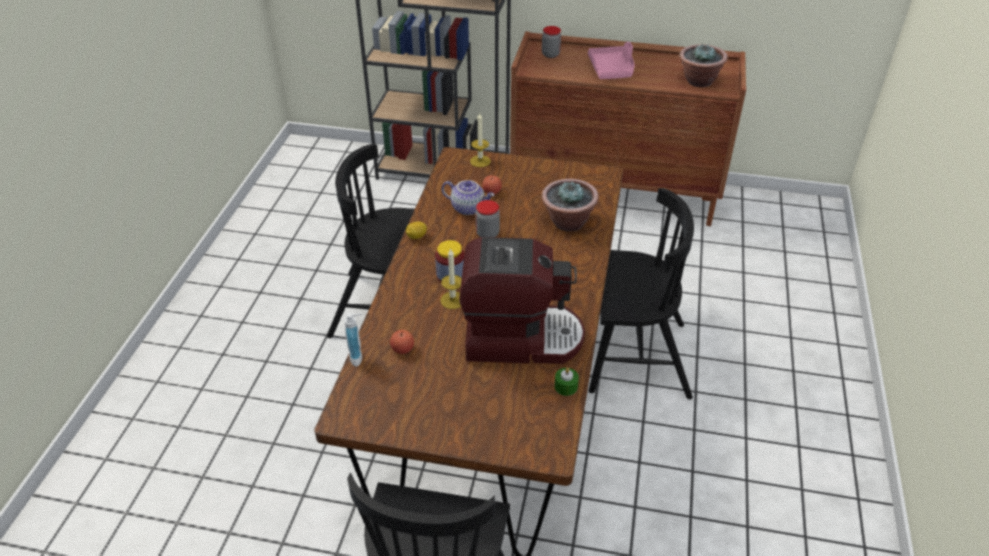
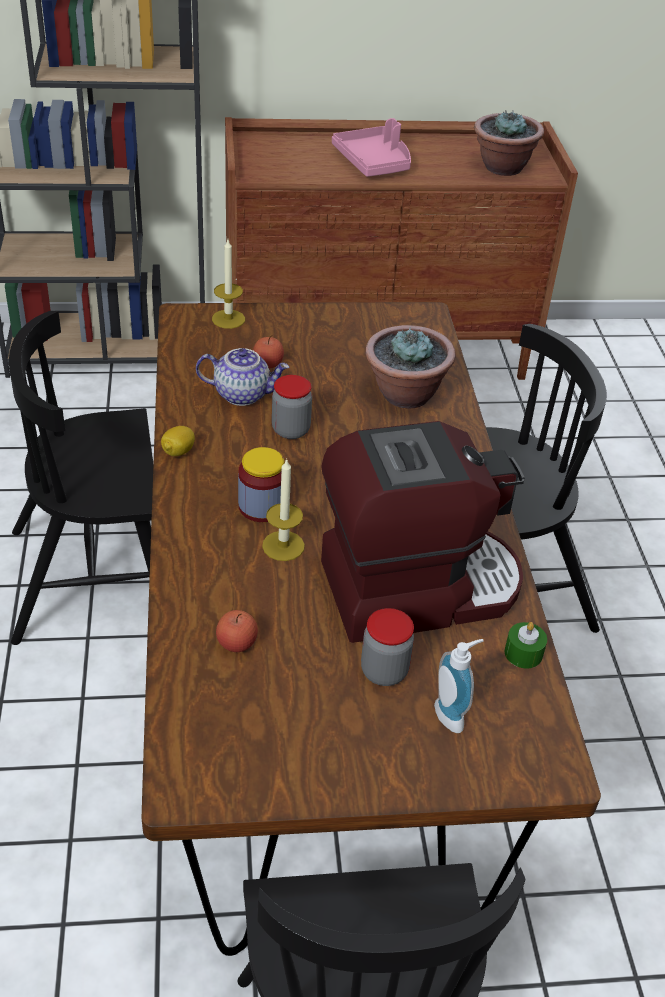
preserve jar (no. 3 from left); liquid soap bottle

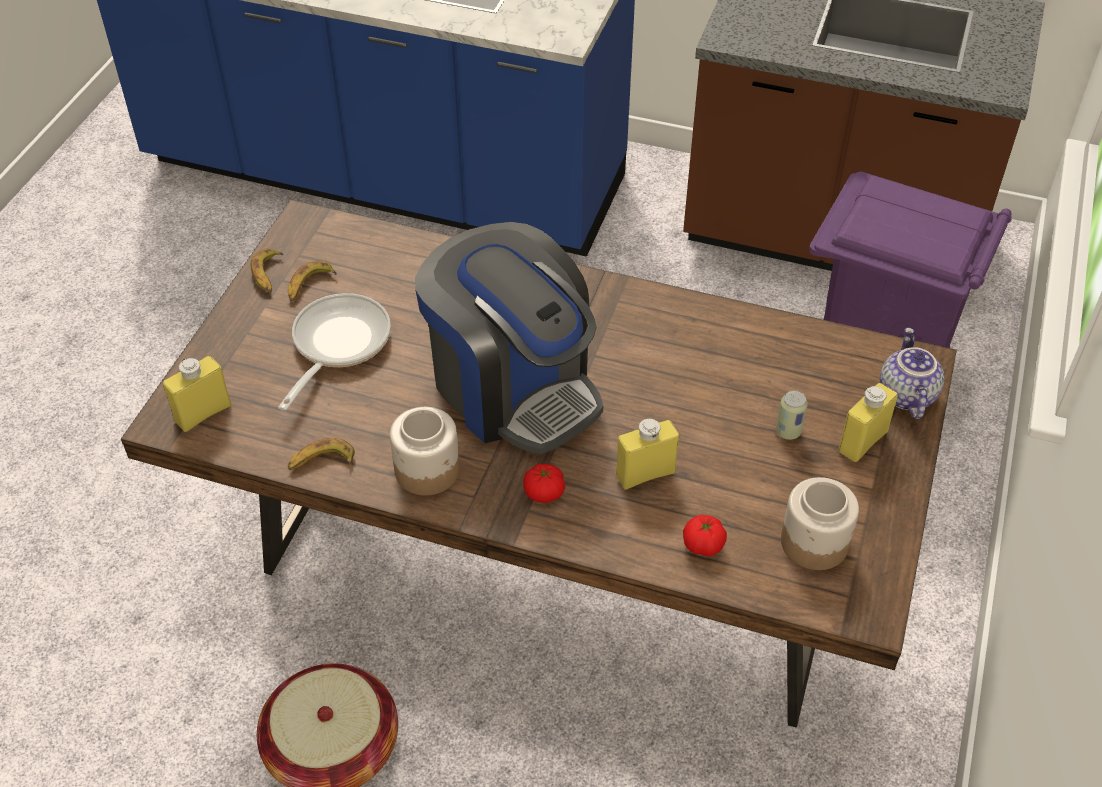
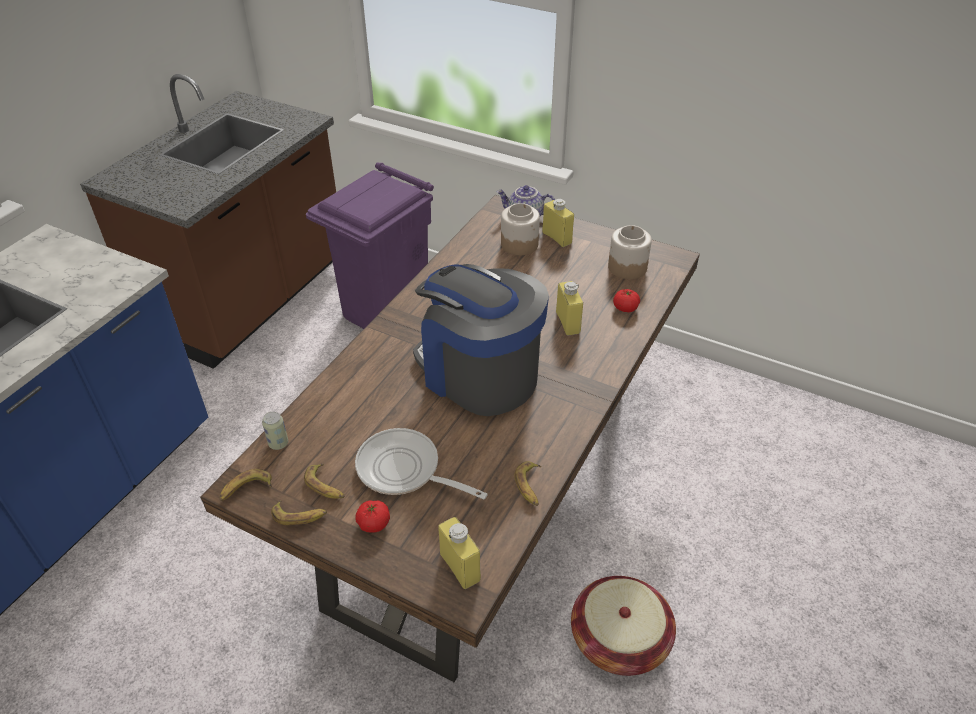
banana fruit (no. 1 from left); sealed can; tomato (no. 1 from left); coffee maker; preserve jar (no. 1 from left)

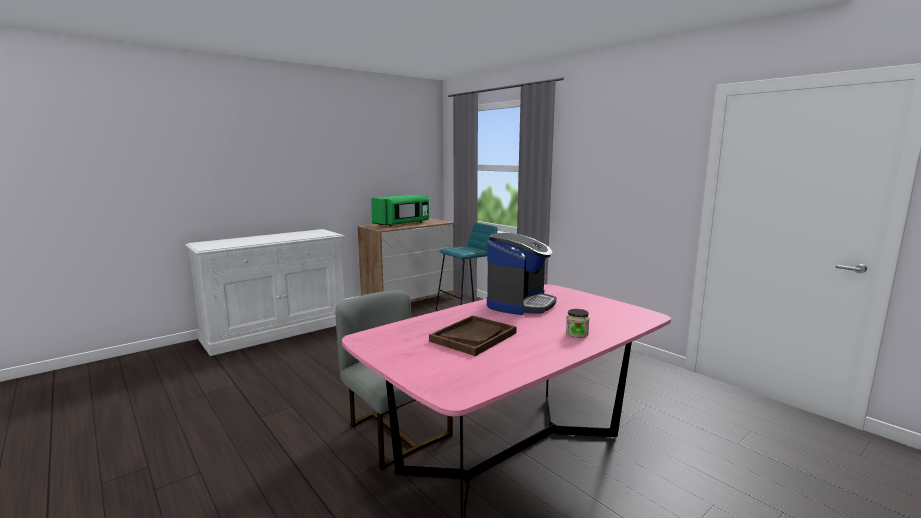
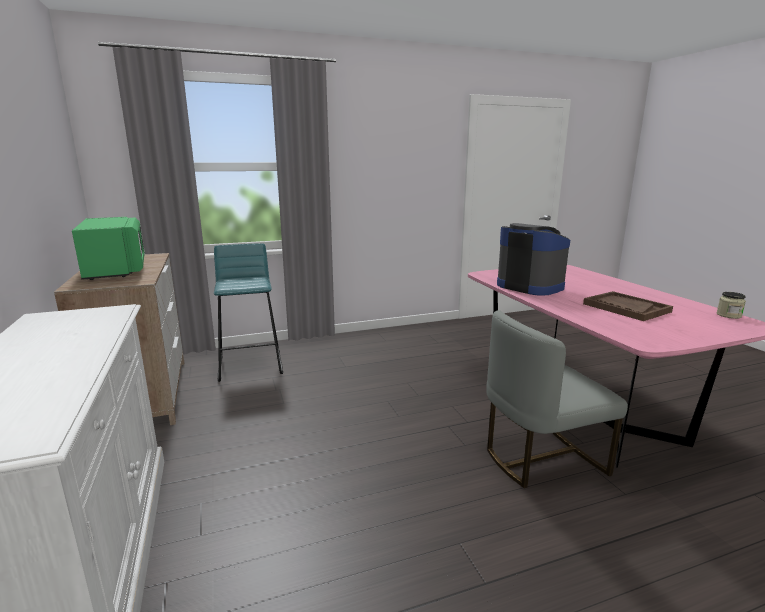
preserve jar

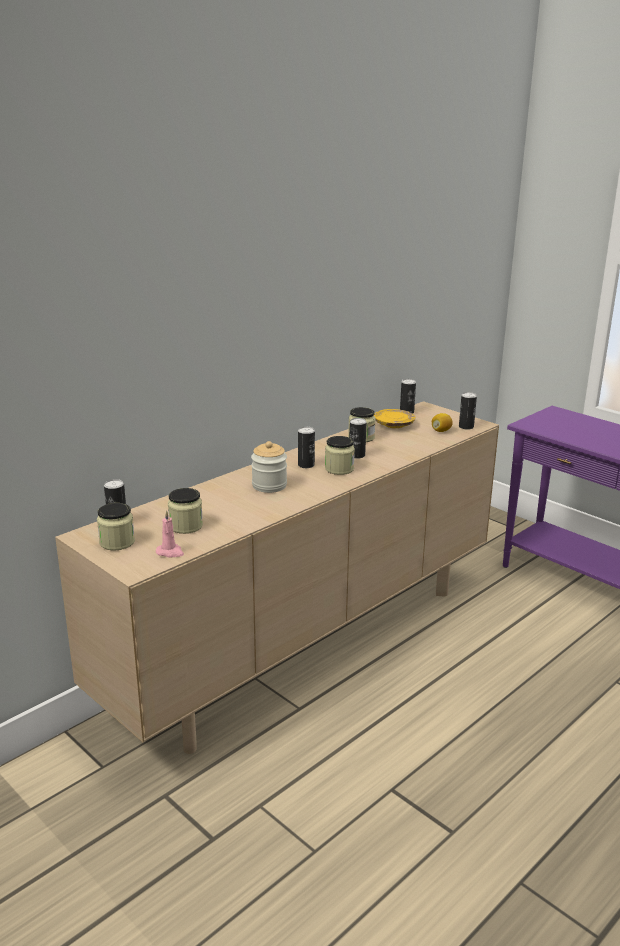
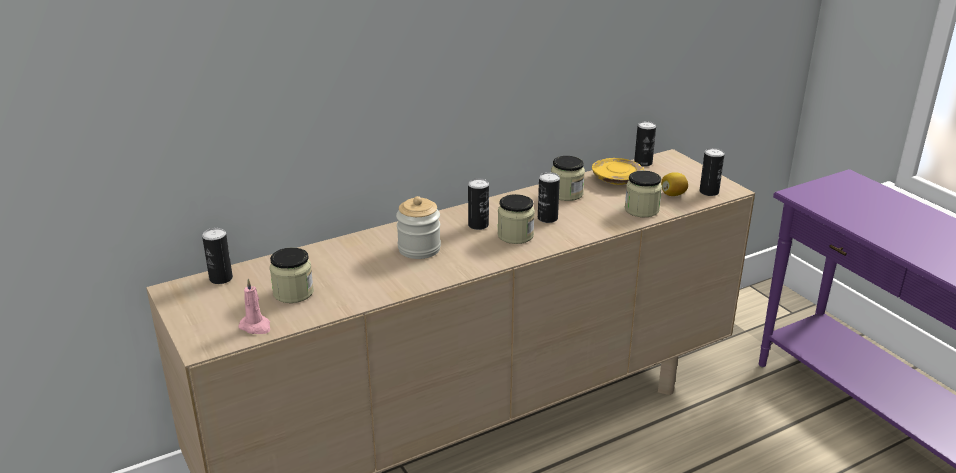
preserve jar (no. 5 from left)

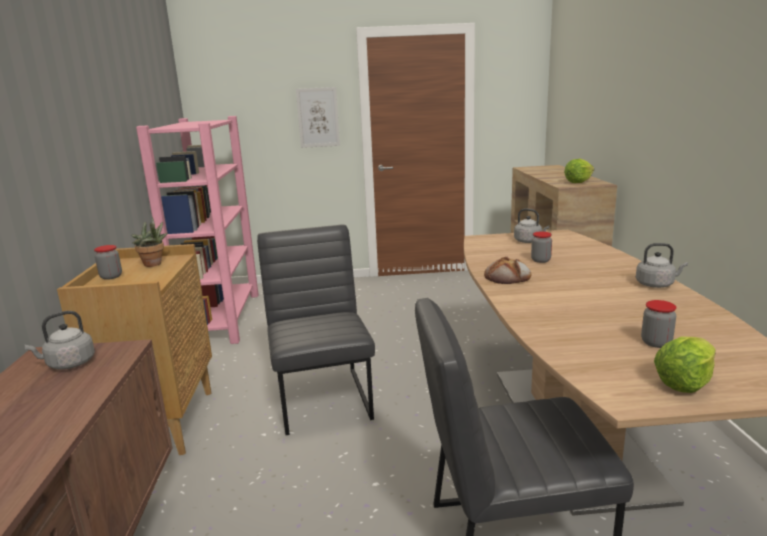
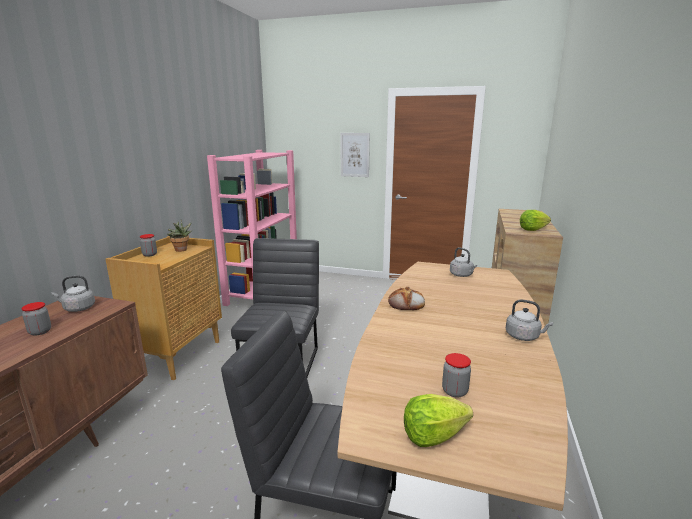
preserve jar (no. 1 from left)

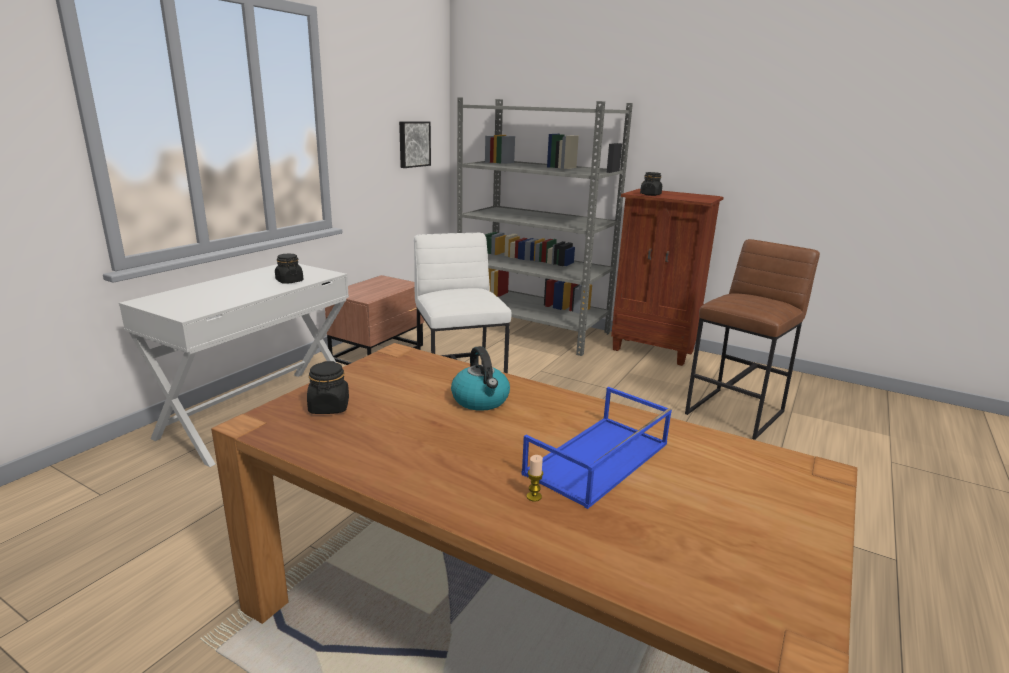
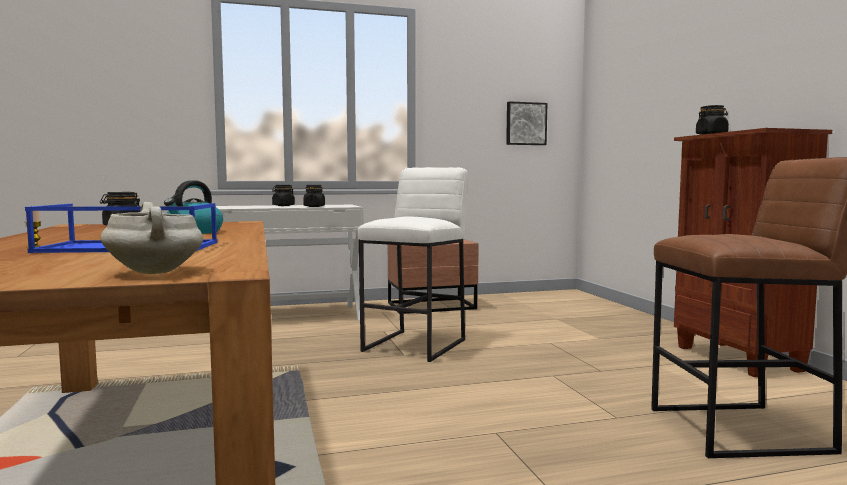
white-coloured cooking pot; blackish preserve jar (no. 2 from left); greyish shelving unit

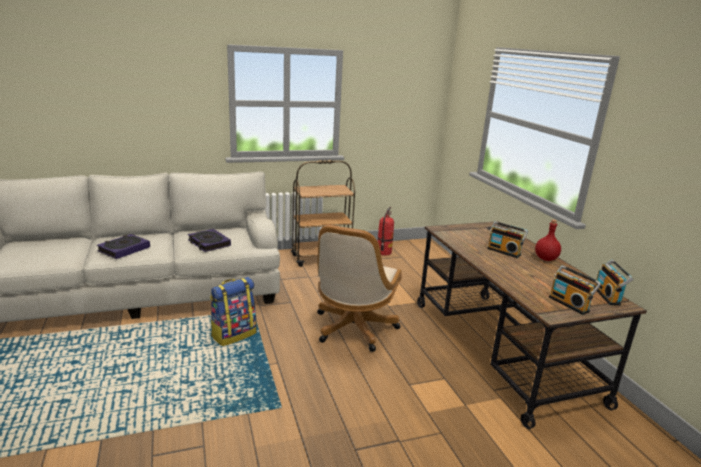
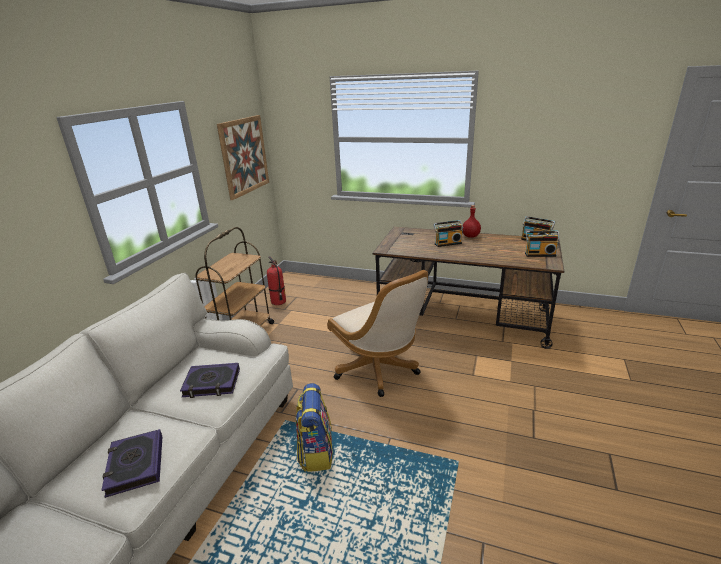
picture

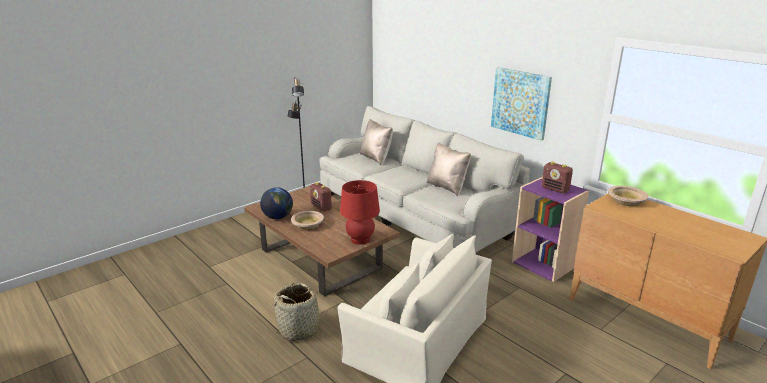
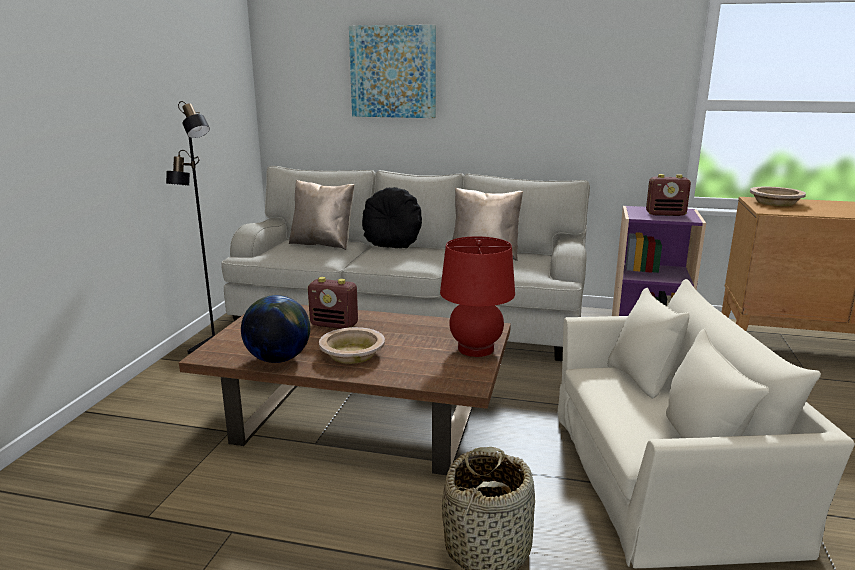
picture; blackish throw pillow

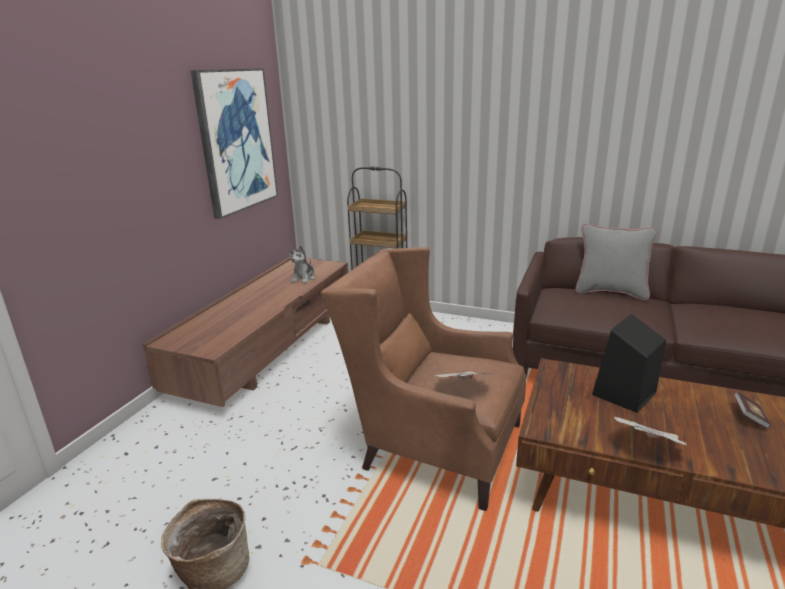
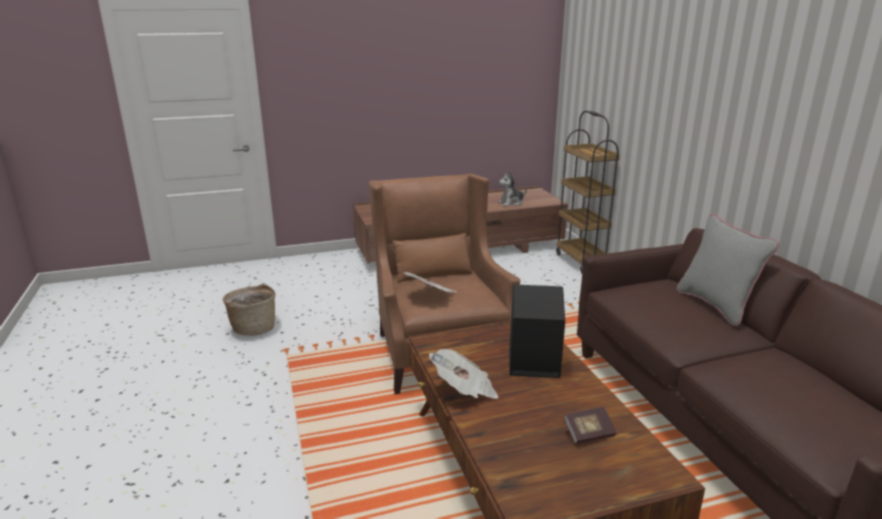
picture

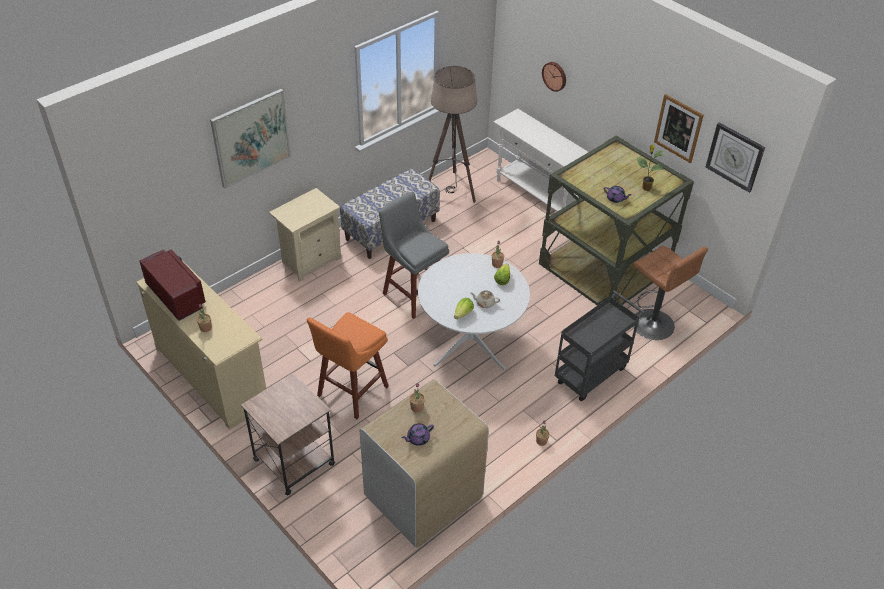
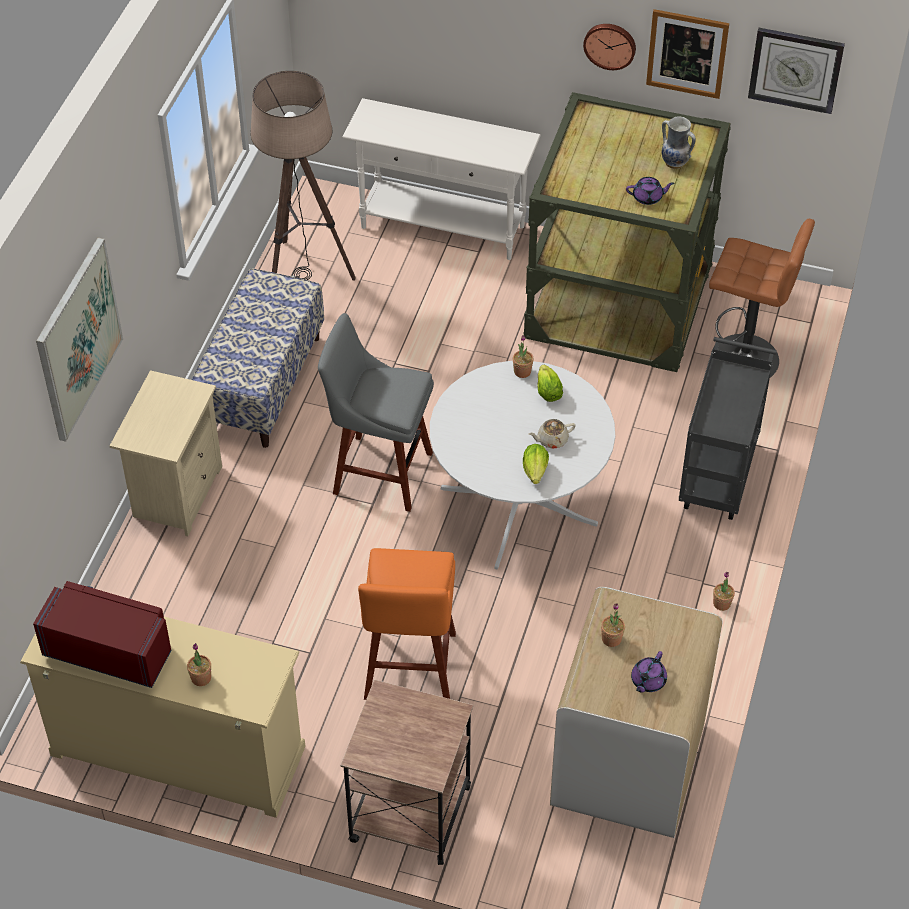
wall clock (no. 1 from left); flower vase

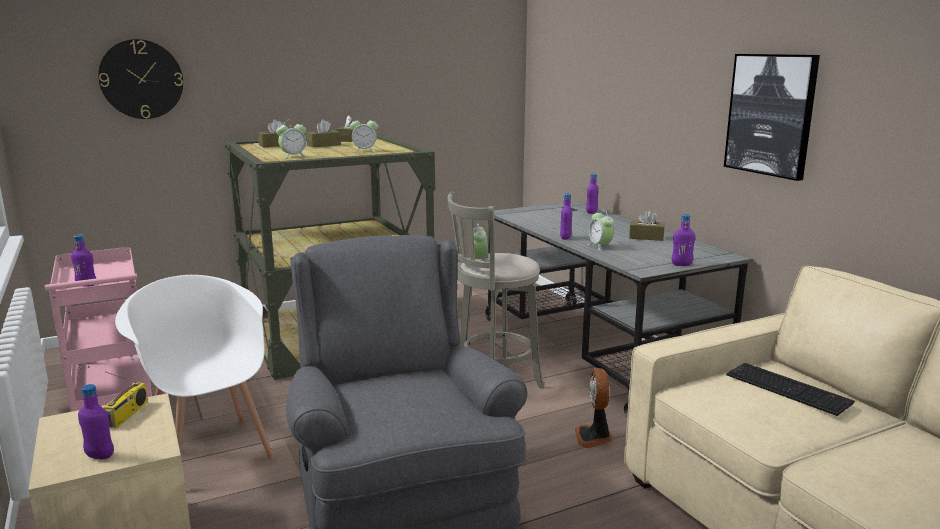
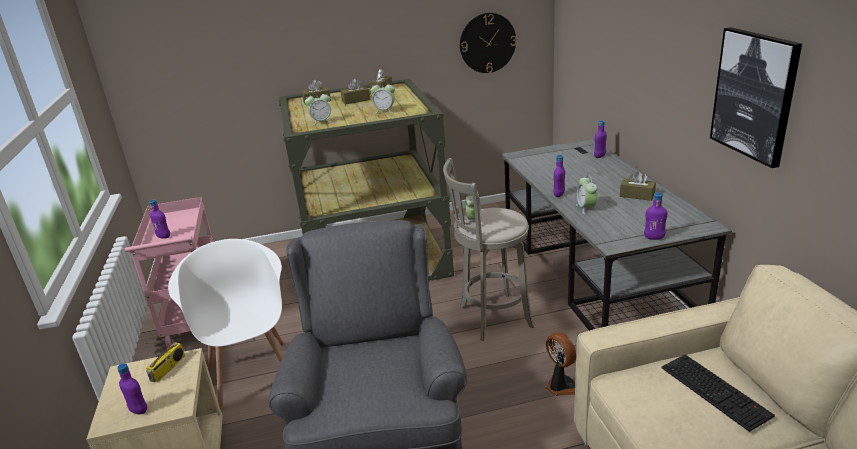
wall clock; electric fan

